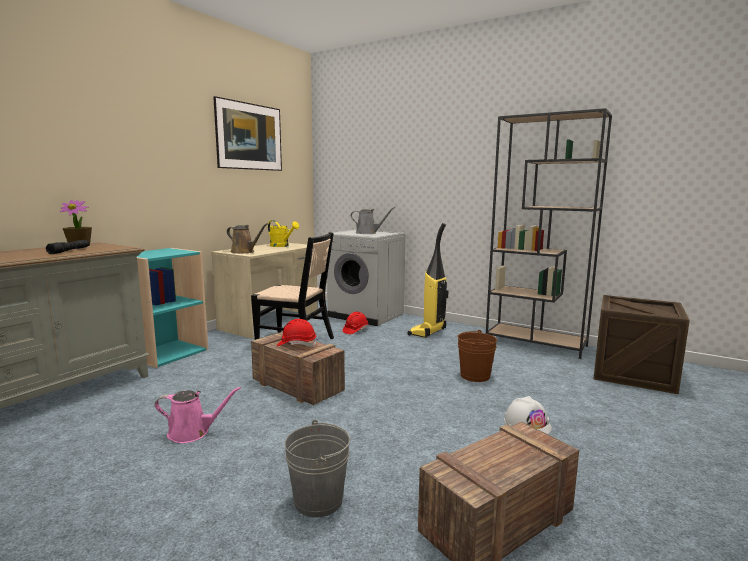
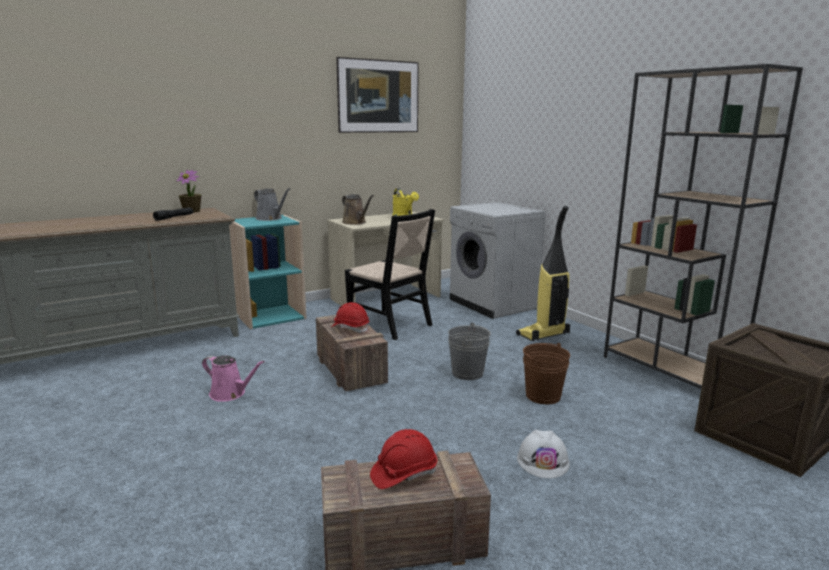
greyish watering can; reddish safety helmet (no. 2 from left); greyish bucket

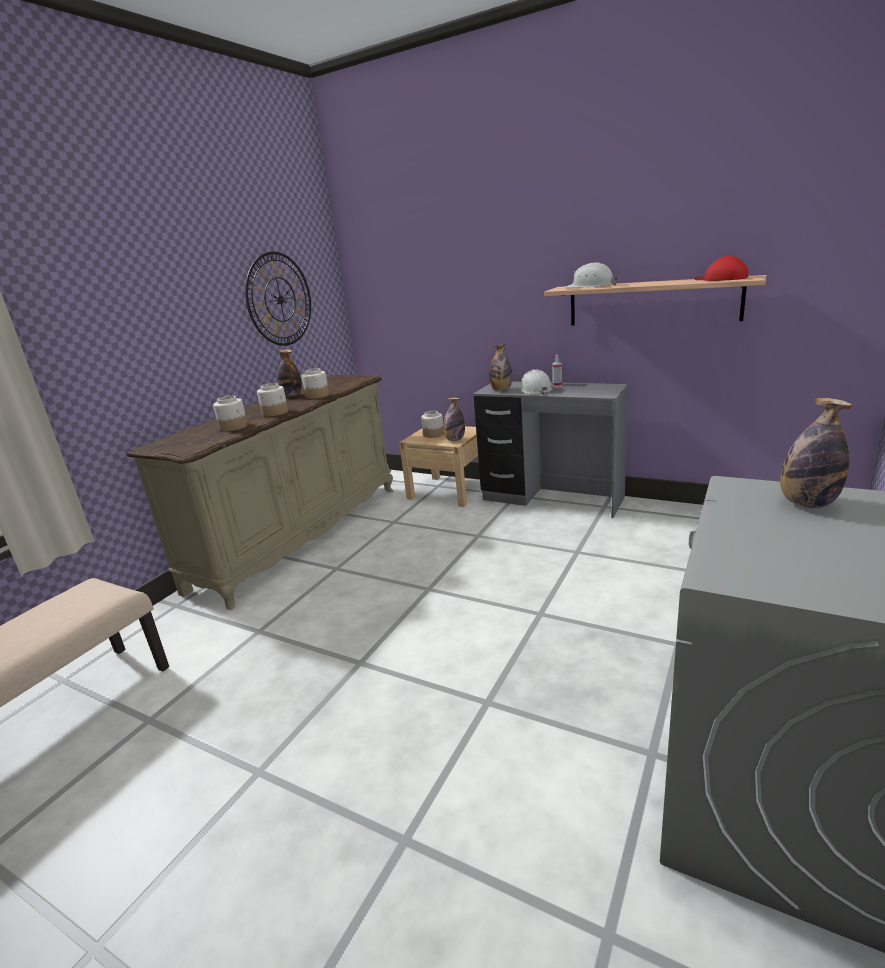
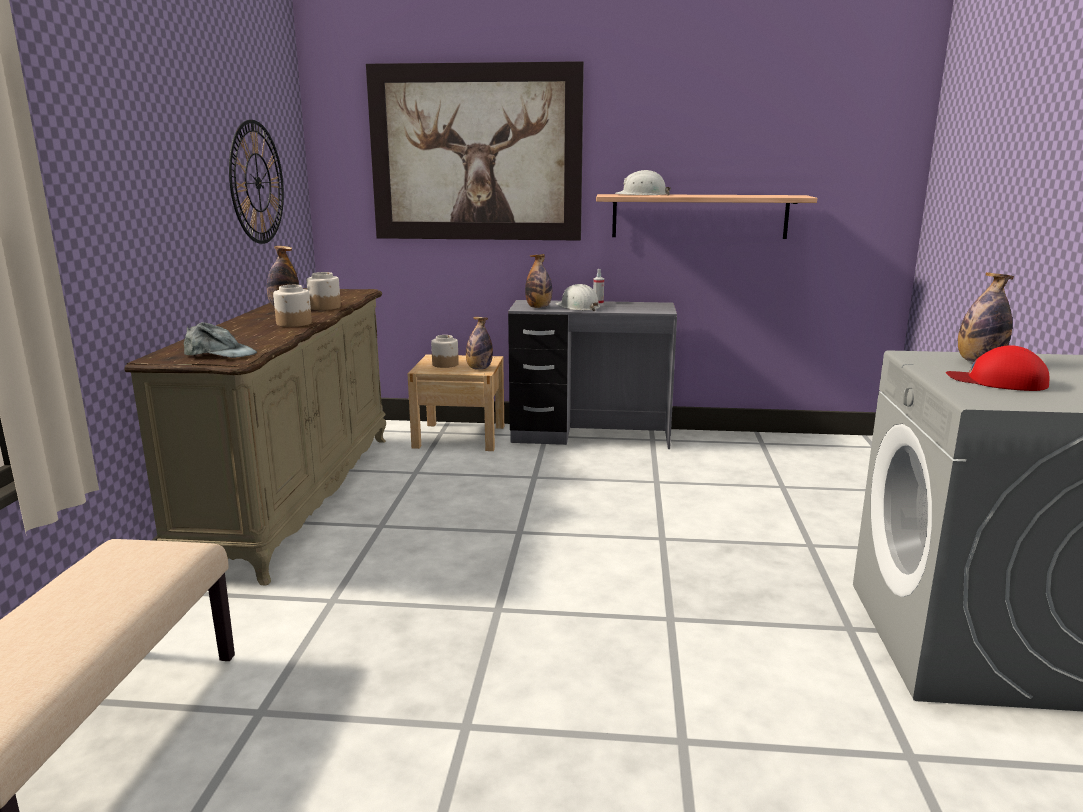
greyish baseball cap; picture; reddish baseball cap; preserve jar (no. 1 from left in the first image)

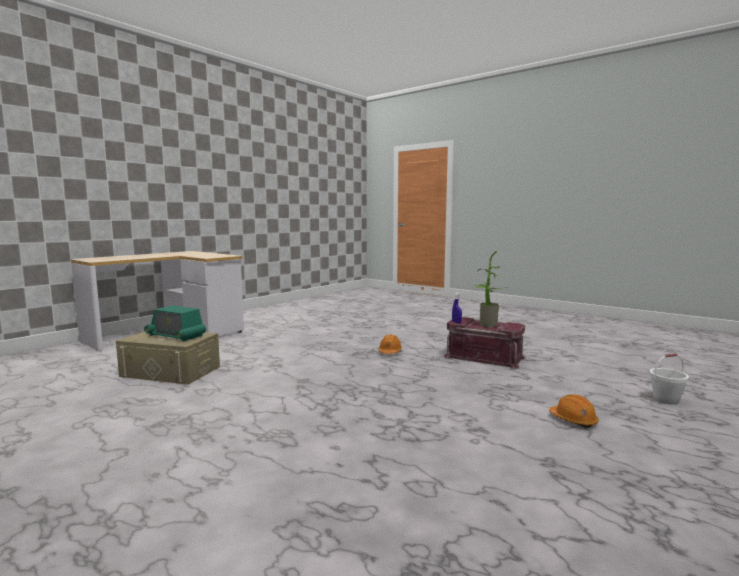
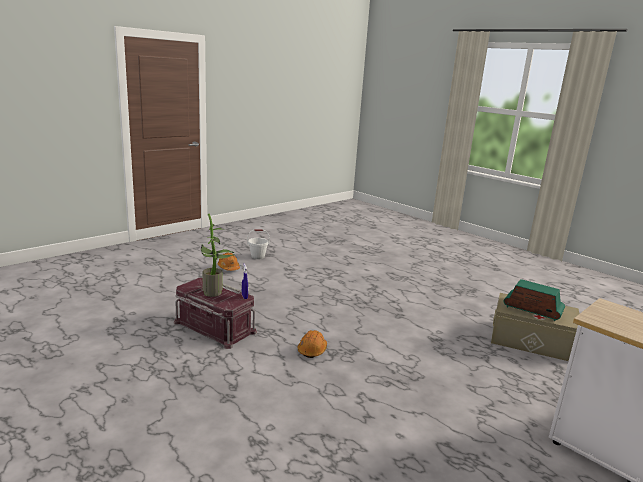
white-coloured bucket

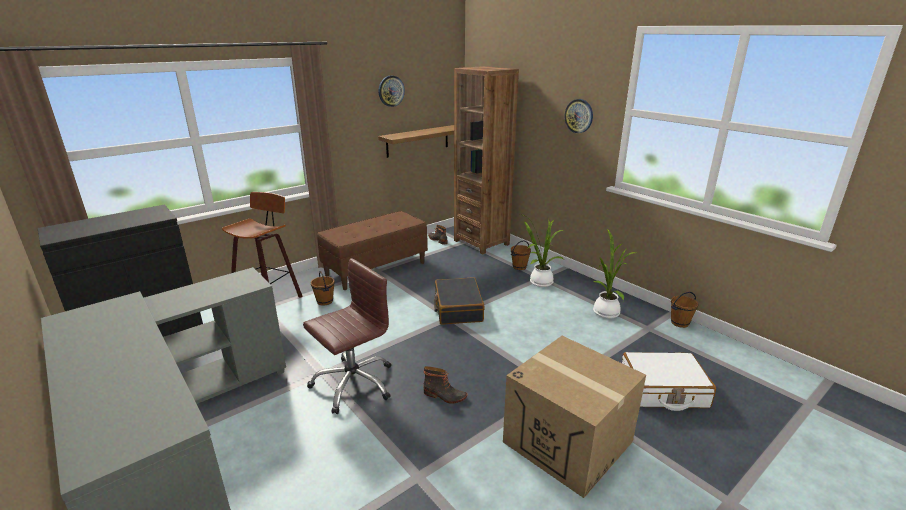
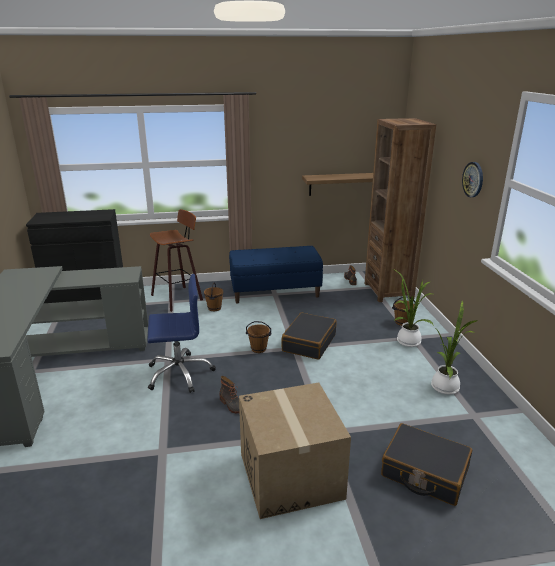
bluish office chair; bluish indoor bench; brownish bucket (no. 2 from left); blackish piece of luggage (no. 2 from left); wall clock (no. 1 from left in the first image)

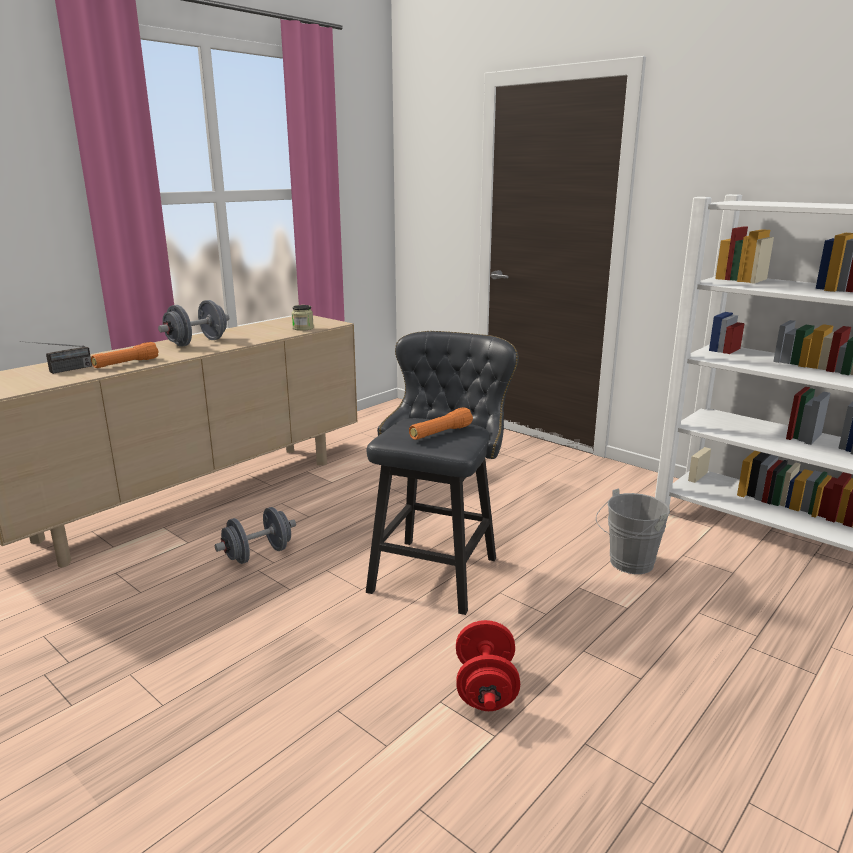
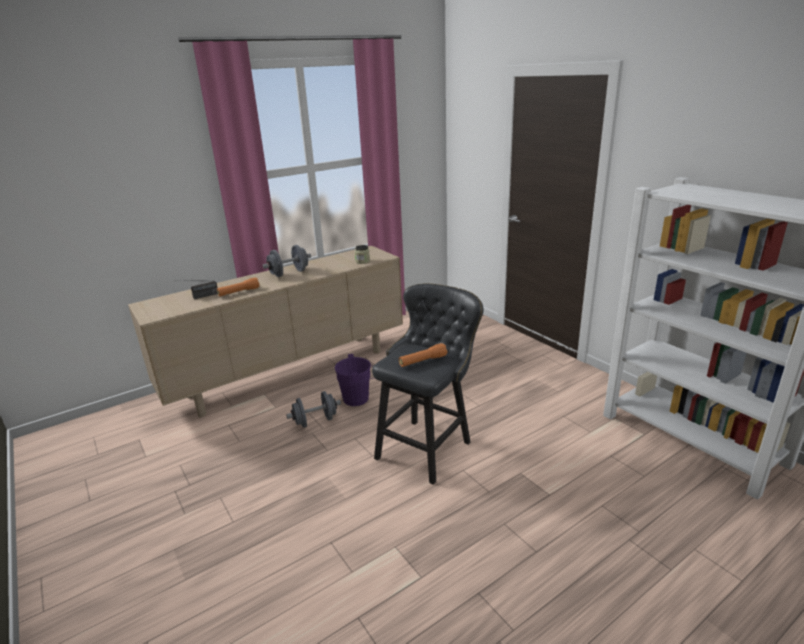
purple-coloured bucket; reddish hand weight; greyish bucket

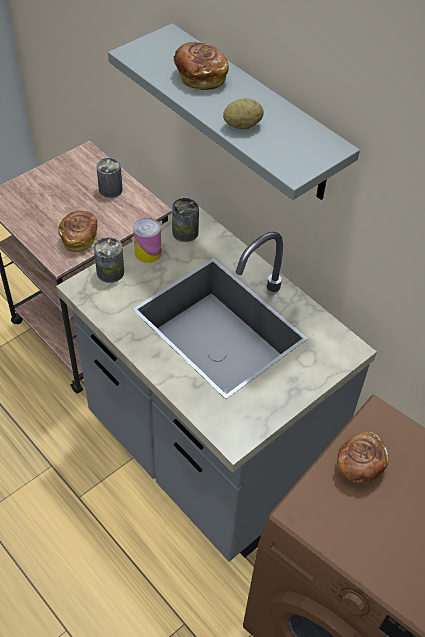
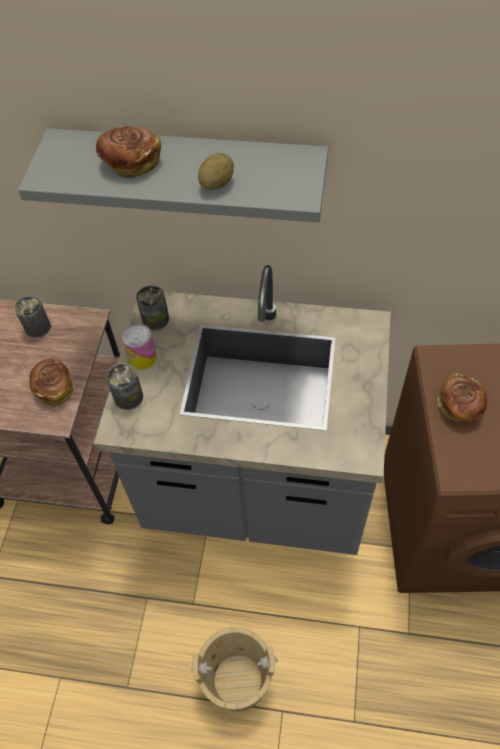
sand-coloured bucket

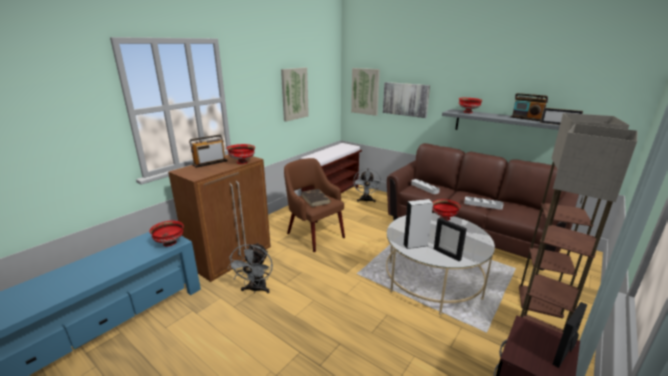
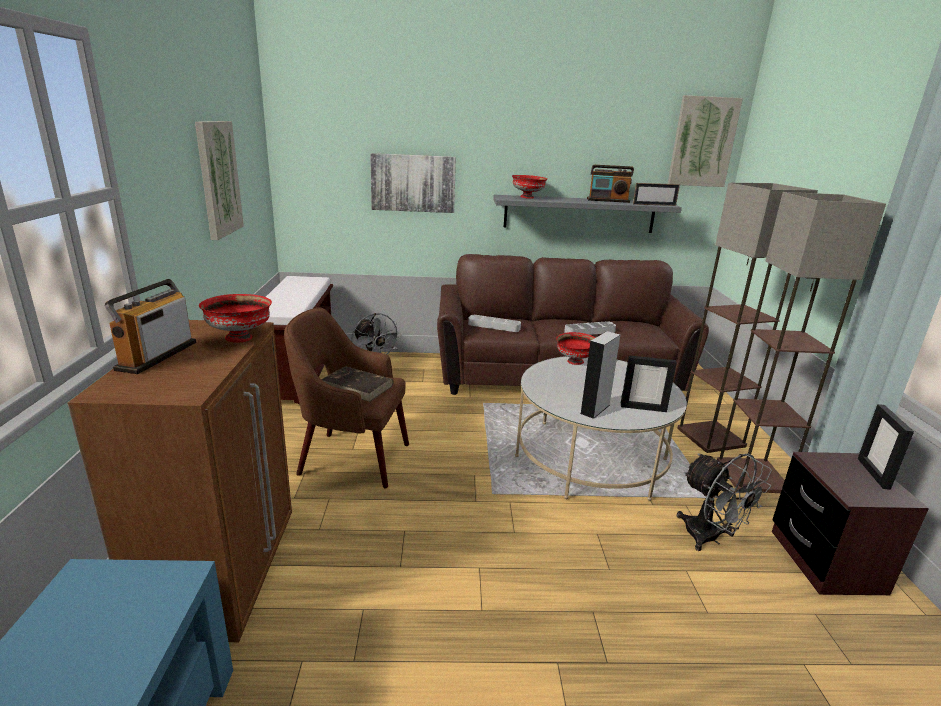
picture (no. 3 from left); greyish electric fan (no. 2 from left); reddish bowl (no. 1 from left in the first image)

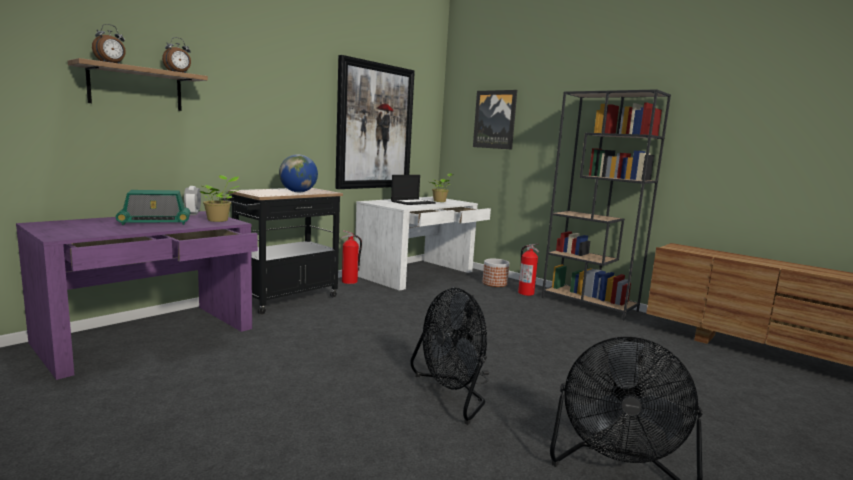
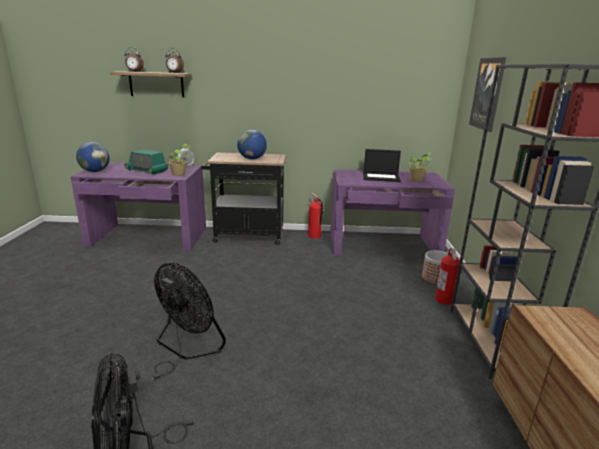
globe (no. 1 from left); blackish electric fan (no. 2 from left); purple-coloured desk table (no. 2 from left); picture (no. 1 from left in the first image)

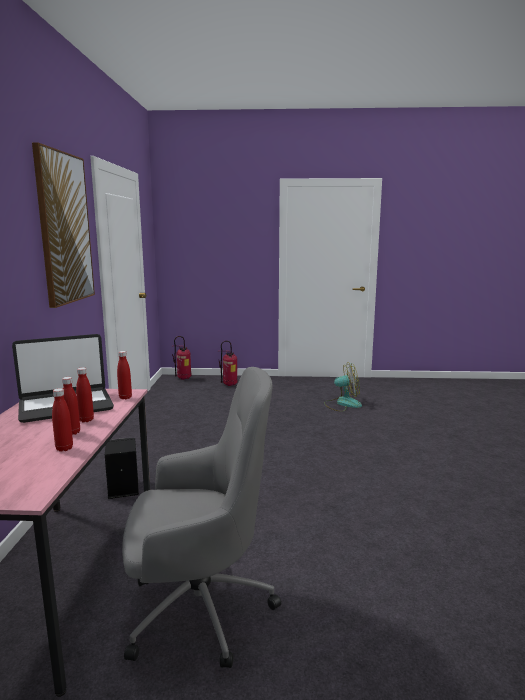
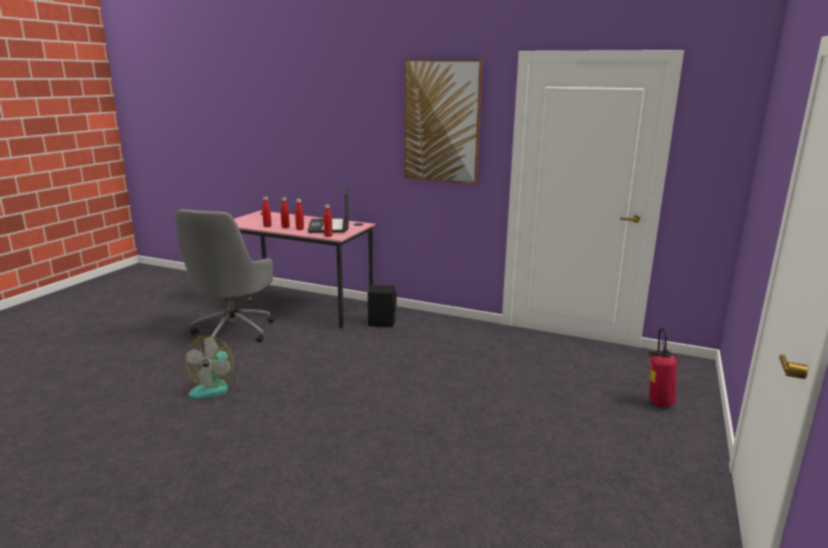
electric fan; fire-fighting cylinder (no. 1 from left in the first image)

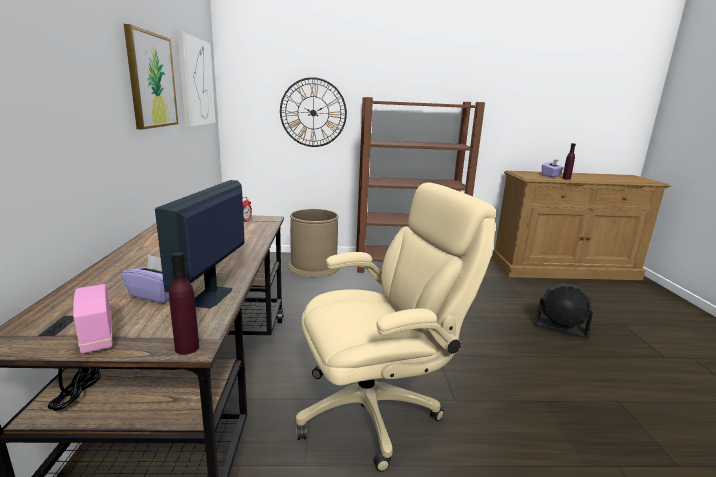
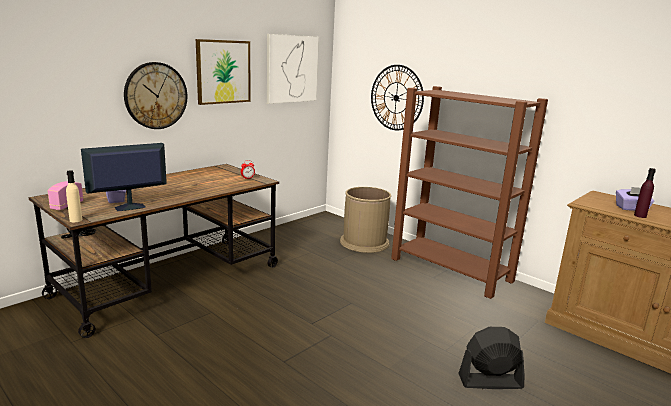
sand-coloured beverage bottle; wall clock (no. 1 from left); blackish electric fan; sand-coloured office chair

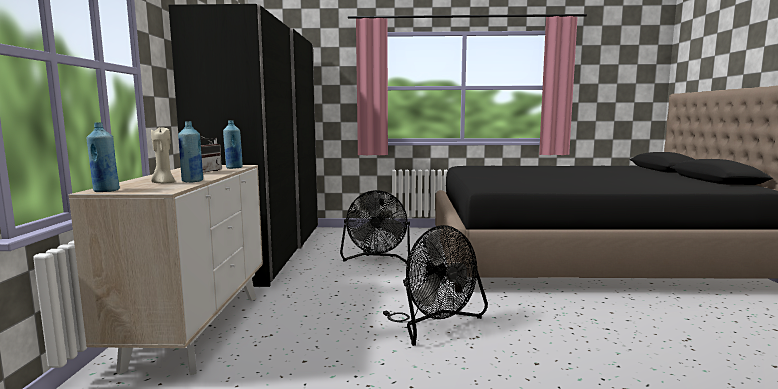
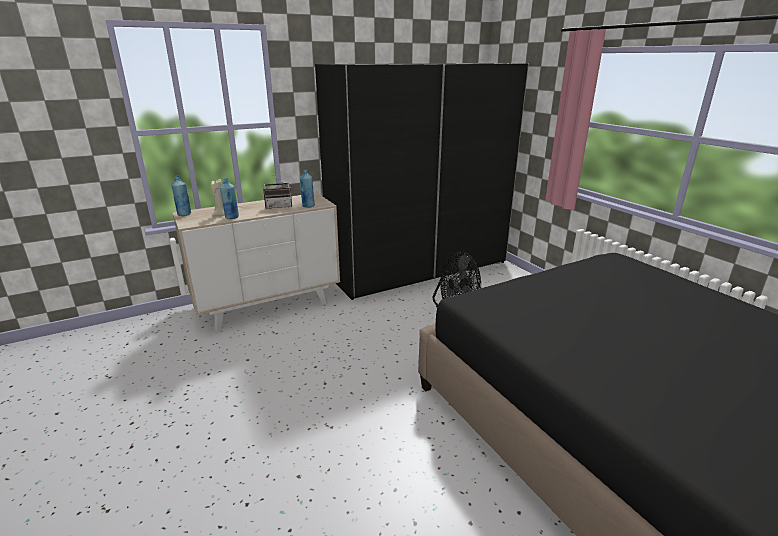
blackish electric fan (no. 2 from left in the first image)

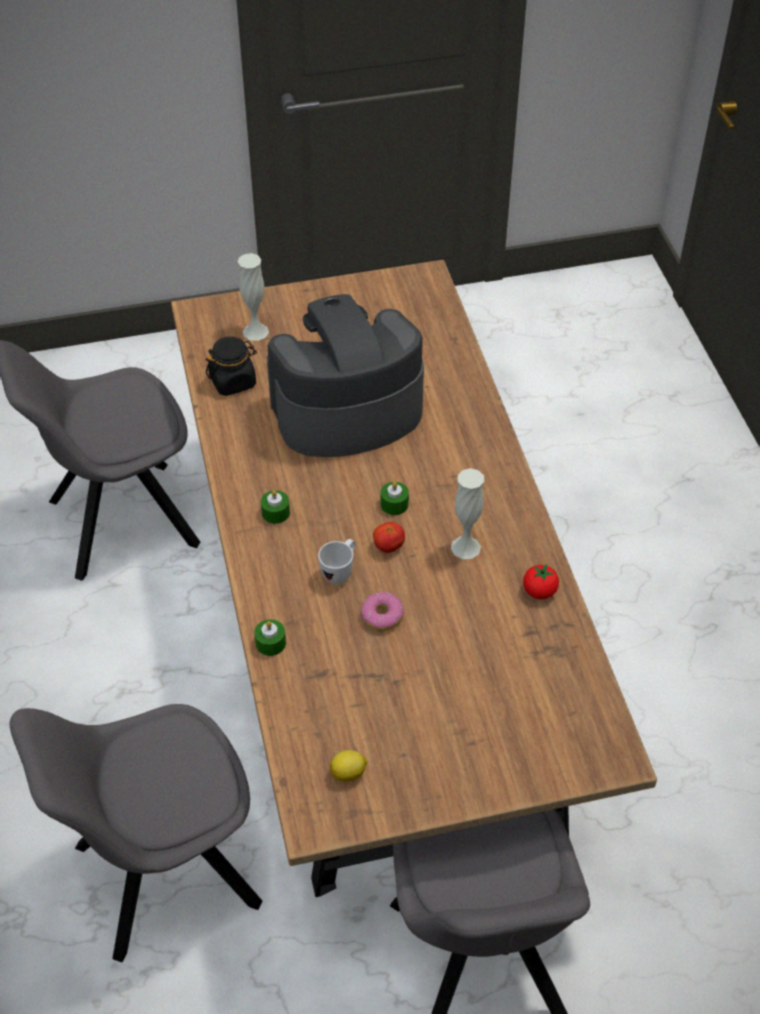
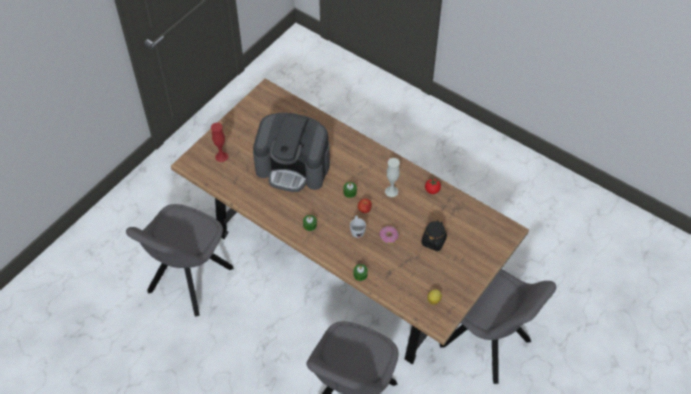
reddish flower vase; coffee maker; blackish preserve jar

